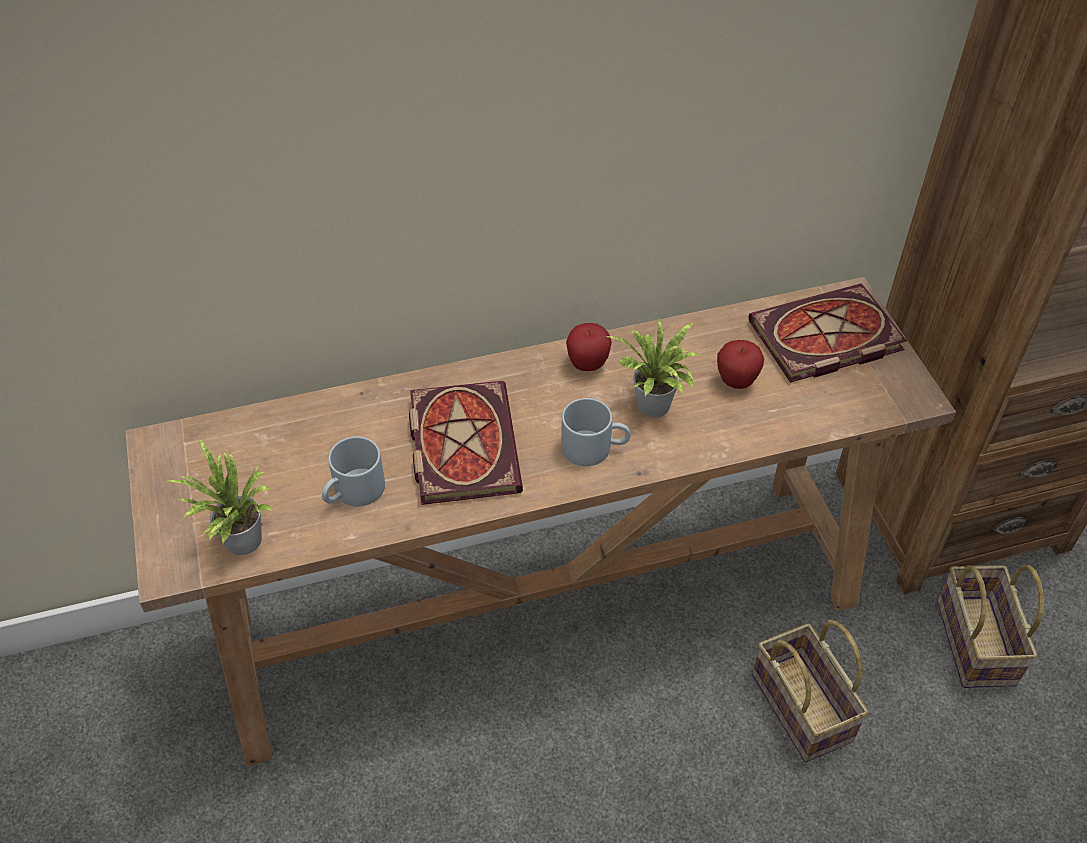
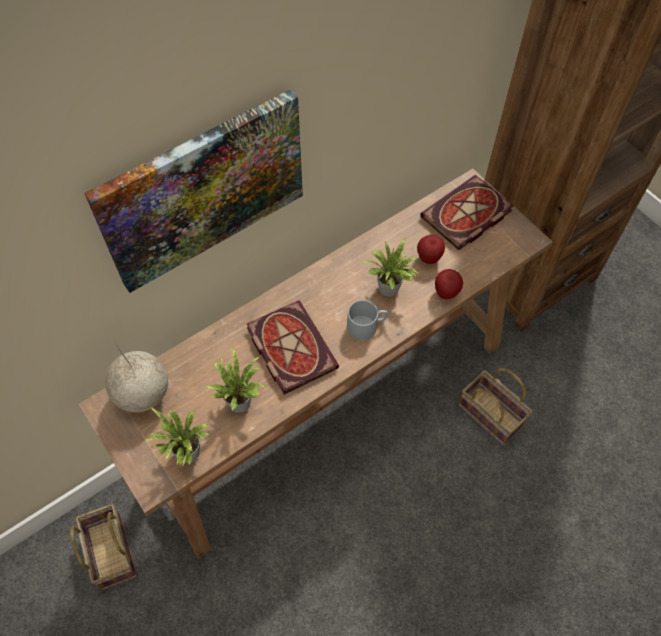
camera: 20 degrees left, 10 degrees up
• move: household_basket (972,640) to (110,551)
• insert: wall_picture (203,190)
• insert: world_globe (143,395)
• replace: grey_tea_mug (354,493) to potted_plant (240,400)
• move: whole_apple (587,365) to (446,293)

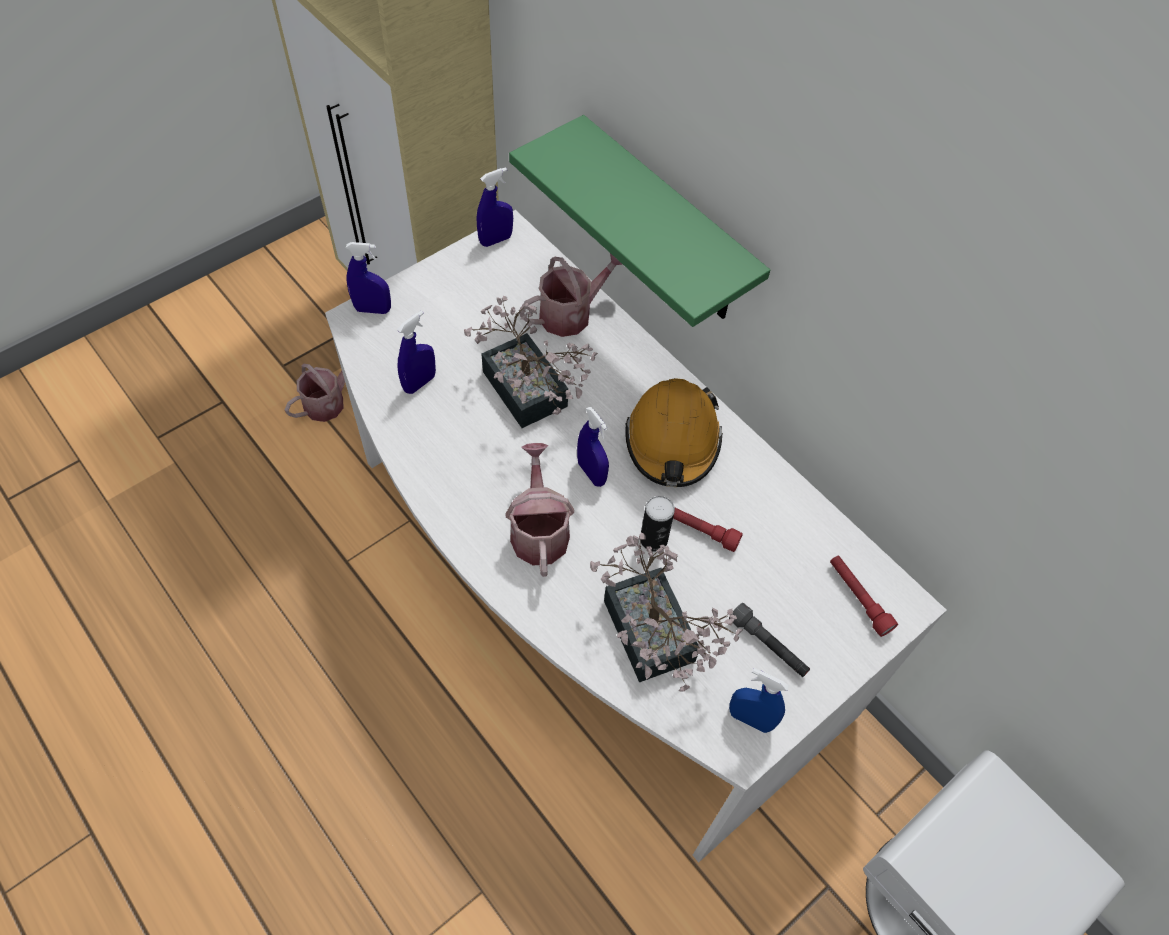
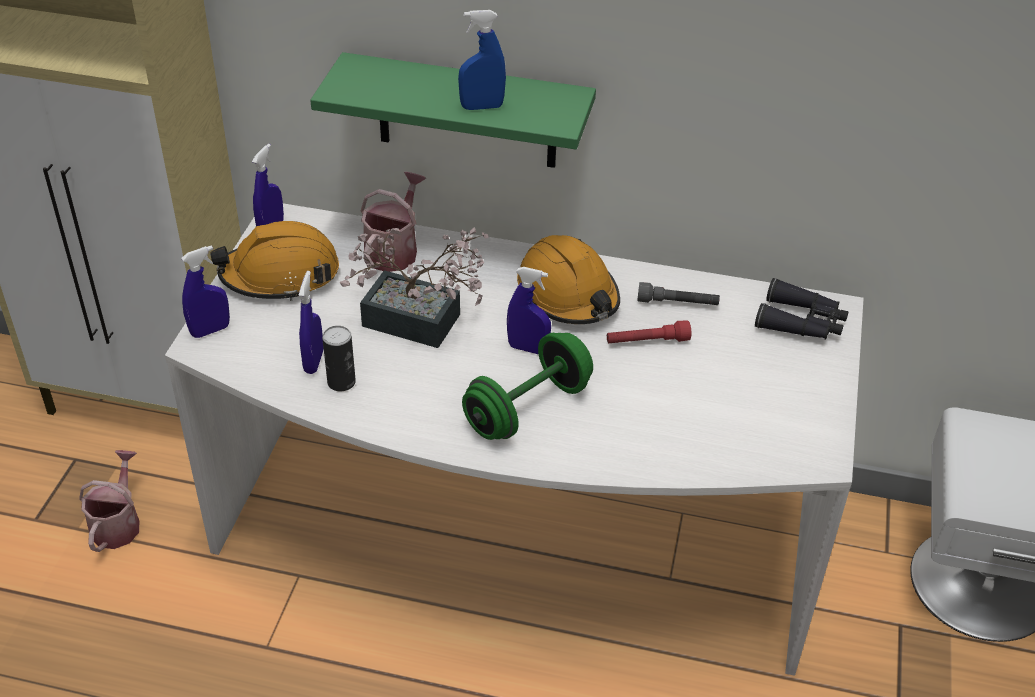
camera: 35 degrees left, 15 degrees down
• insert: orange-coloured_work_helmet (280,275)
• move: metal_can (653,539) to (341,382)
• move: blue-coloured_spray_bottle (750,719) to (482,107)
• replace: sprinkling_can (539,530) to green-coloured_dumbbell (527,408)
• move: grey_torch (768,645) to (677,303)
• replace: reddish_torch (858,598) to black-coloured_pair_of_binoculars (801,322)
• delete: potted_plant (652,643)

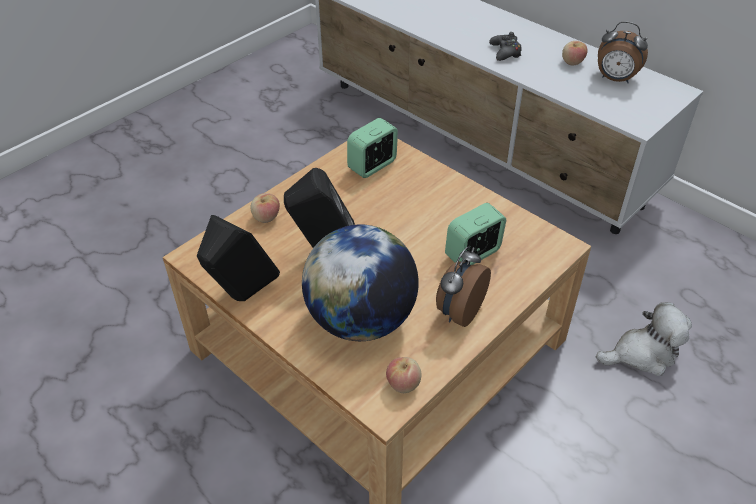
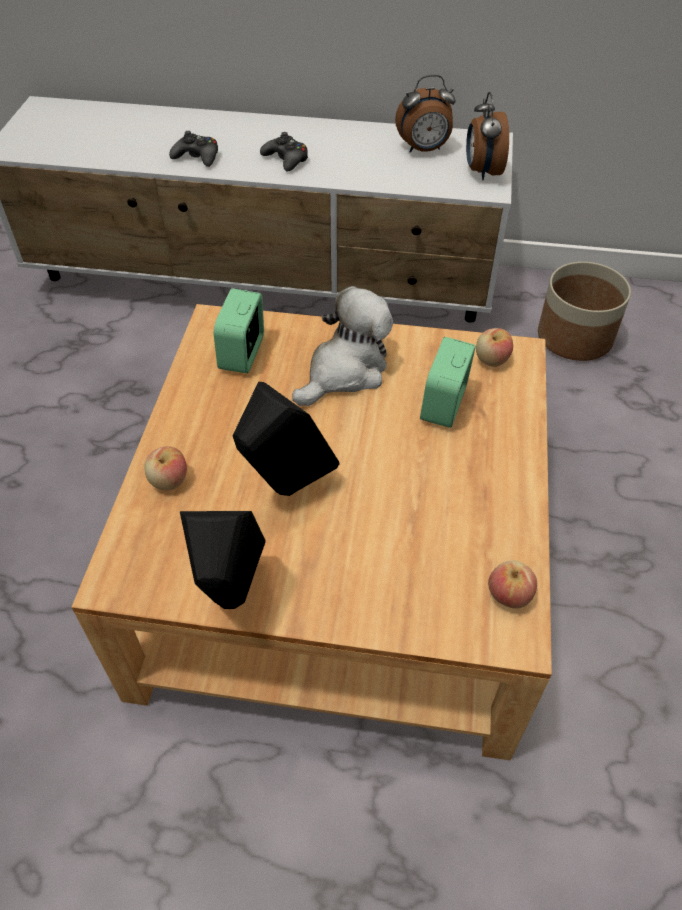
camera: 35 degrees left, 5 degrees up
• insert: black-coloured_gamepad (197,157)
• move: plush_toy (642,354) to (345,371)
• move: alarm_clock (459,311) to (482,171)
• move: whole_apple (572,62) to (491,360)
• insert: plant_pot (575,337)
• delete: world_globe (361,320)

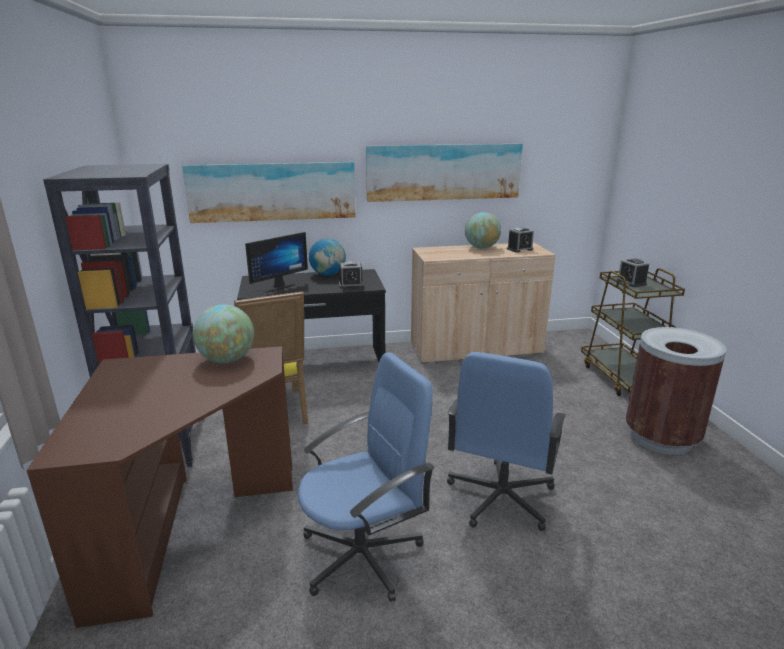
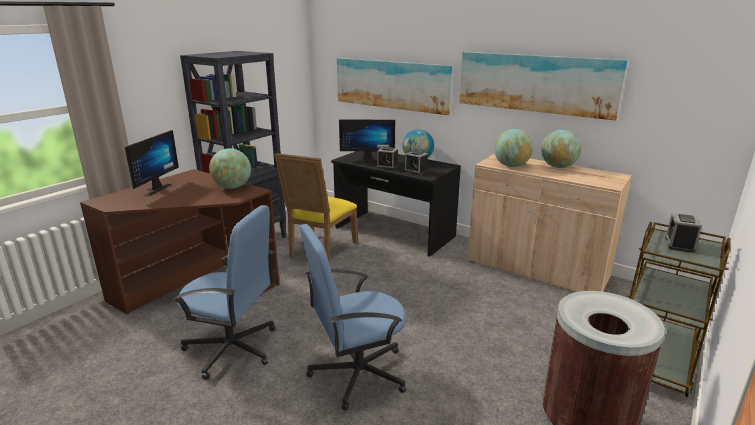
camera: 45 degrees right, 0 degrees up
• insert: computer_screen (153,189)
• move: alarm_clock (519,249) to (387,166)
• insert: world_globe (511,166)

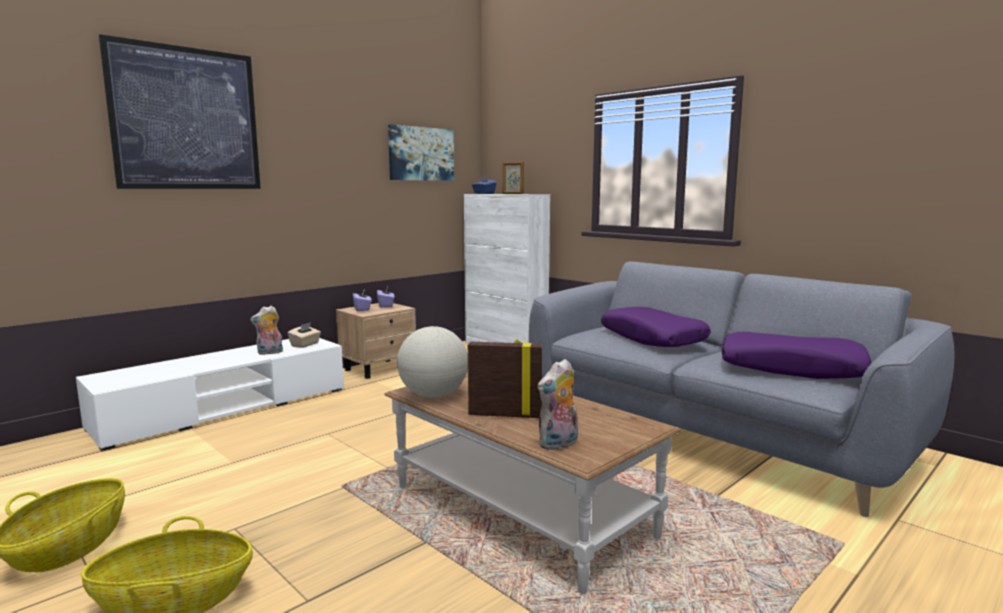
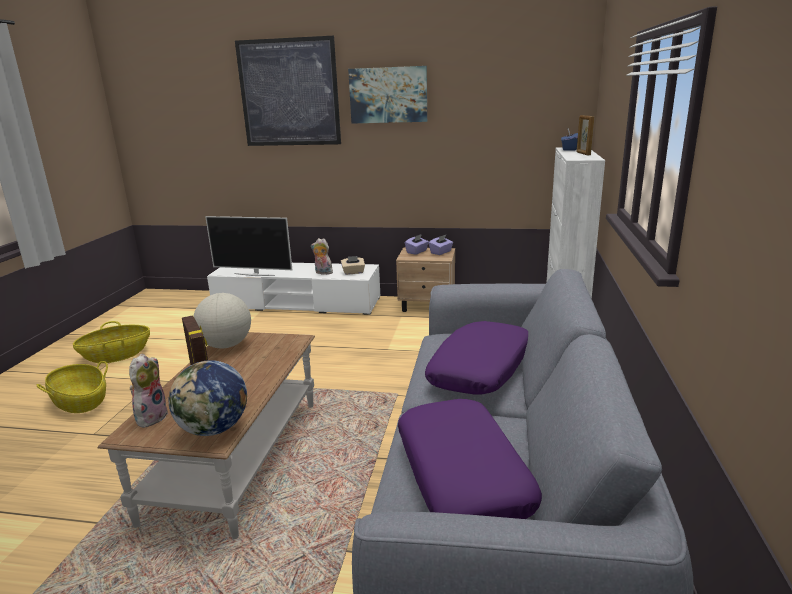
camera: 55 degrees right, 10 degrees up
• rotate: plush_toy (558,444) = (151,416) 90 degrees clockwise
• insert: world_globe (214,429)
• insert: TV_set (255,274)
• move: wall_picture (421,154) to (388,95)

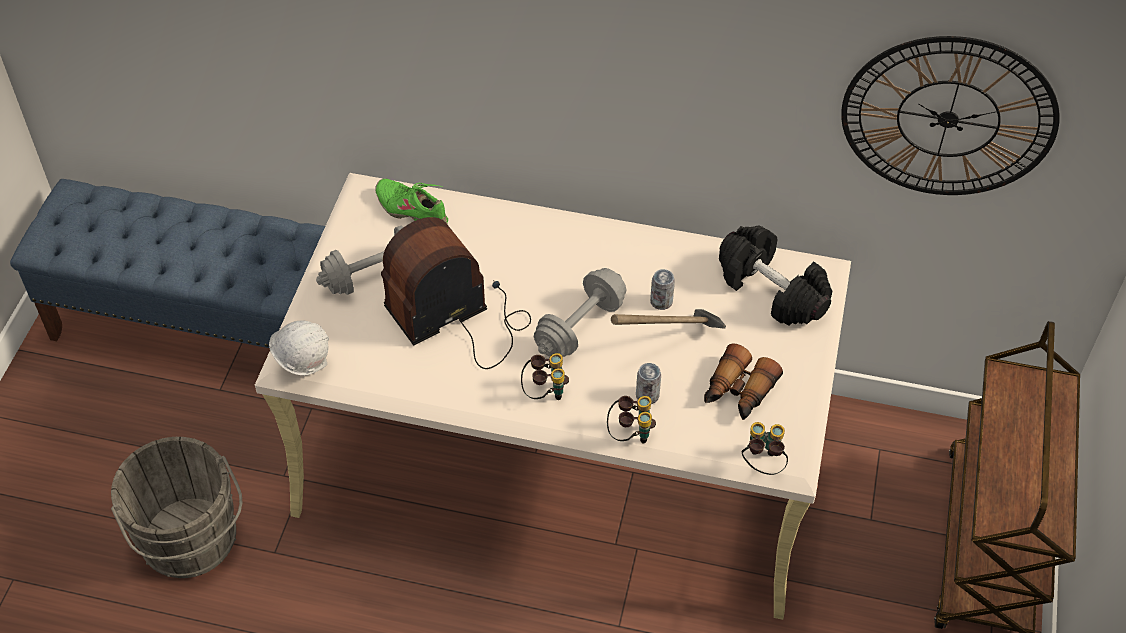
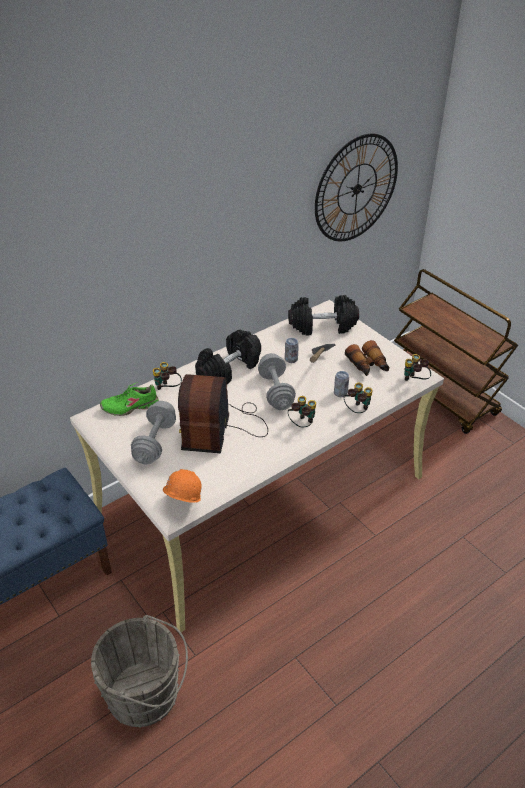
camera: 50 degrees left, 10 degrees down
• insert: pair_of_binoculars (167,389)
• recolor: whitish_work_helmet (303,366) to orange-coloured_work_helmet (182,504)
• insert: black-coloured_dumbbell (229,369)

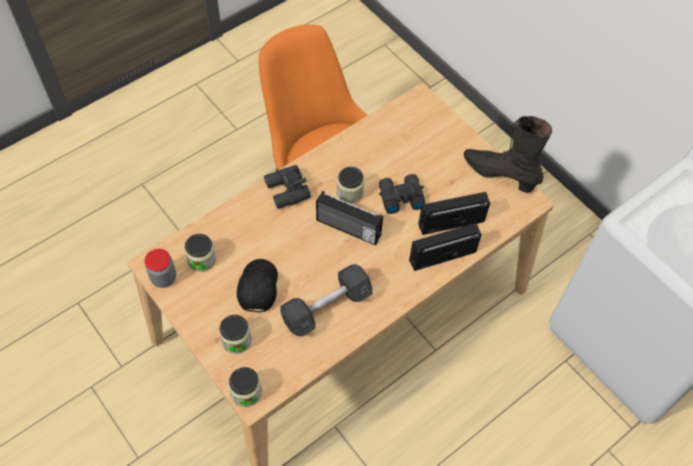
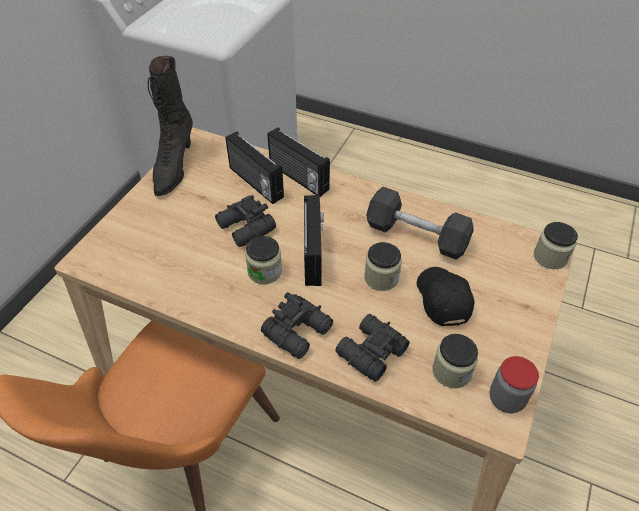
camera: 115 degrees left, 10 degrees down
• insert: black-coloured_pair_of_binoculars (369,352)
• move: preserve_jar (236,340) to (381,278)
• rotate: black-coloured_peaked_cap (257,288) = (442,299) 105 degrees clockwise

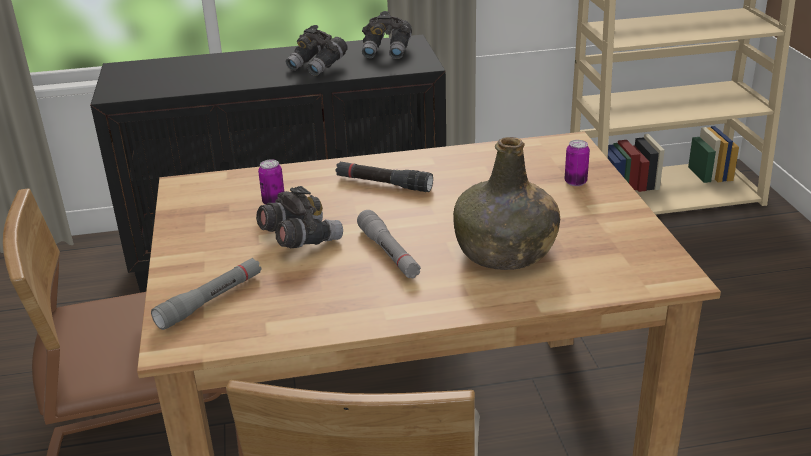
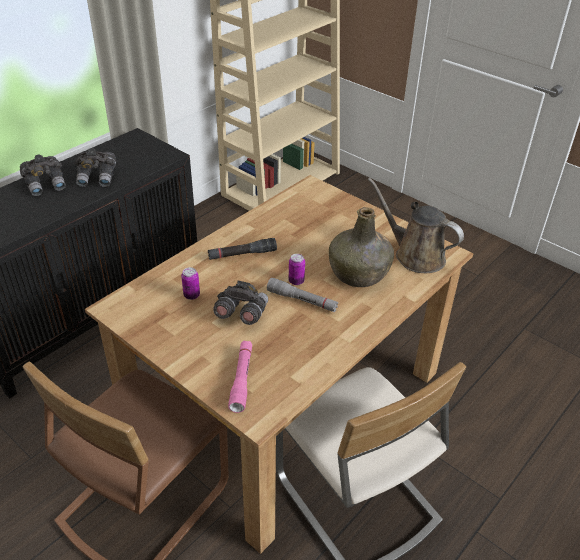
camera: 40 degrees left, 10 degrees up
• move: grey_pair_of_binoculars (387,51) to (46,184)
• recolor: grey_torch (211,300) to pinkish_torch (242,379)
• move: metal_can (575,182) to (296,281)
• insert: brown-coloured_sprinkling_can (415,255)

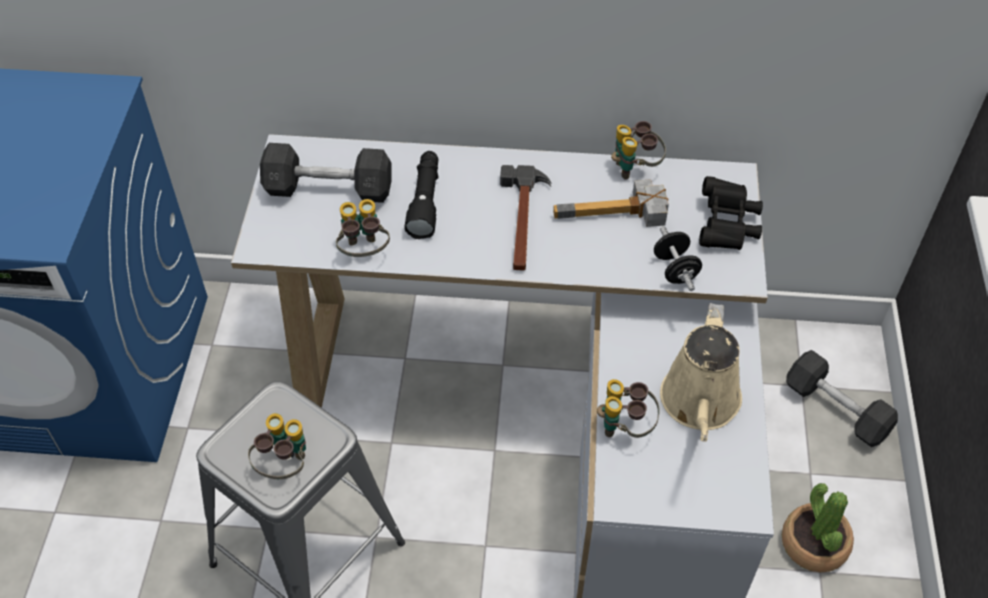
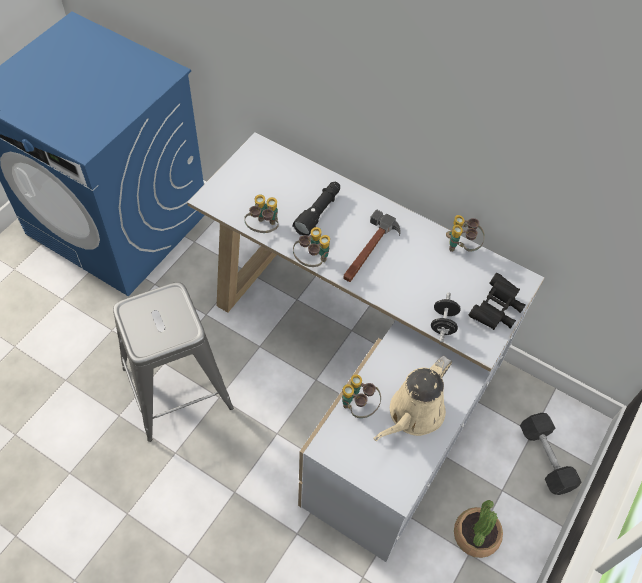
camera: 25 degrees right, 5 degrees up
• move: pair_of_binoculars (284,465) to (312,261)
• delete: grey_dumbbell (329,189)
• delete: tool_hammer (614,217)

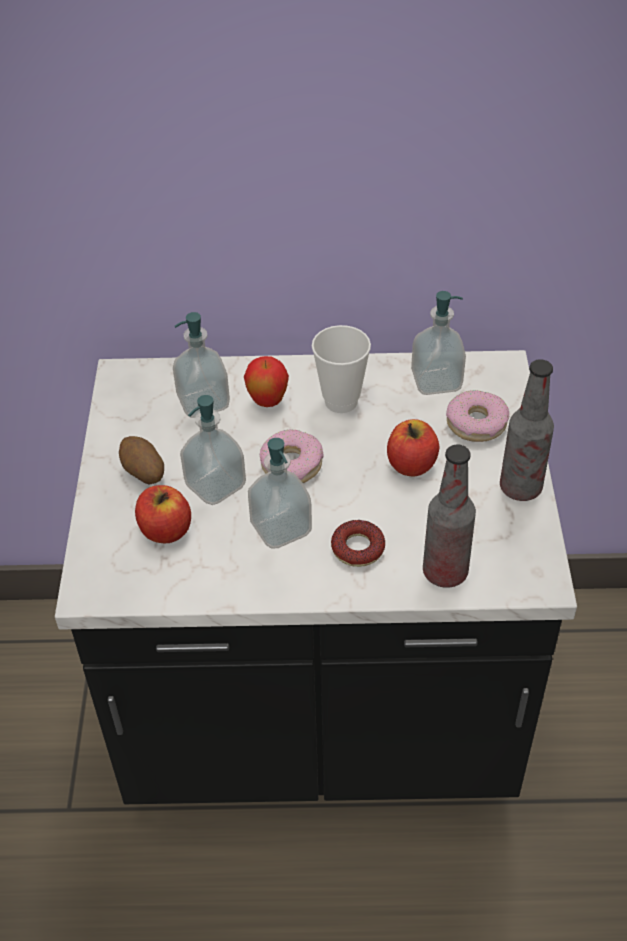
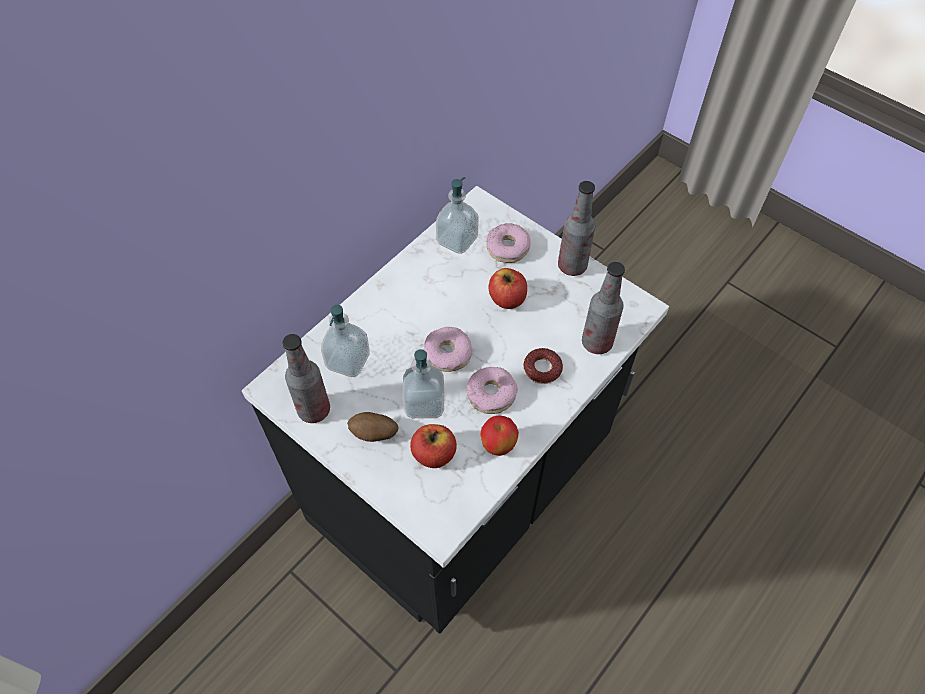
camera: 50 degrees left, 10 degrees up
• insert: drink_bottle (314,410)
• replace: liquid_soap_bottle (281,528) to doughnut (491,394)
• move: whole_apple (267,402) to (498,446)
• delete: small_cup (341,401)

